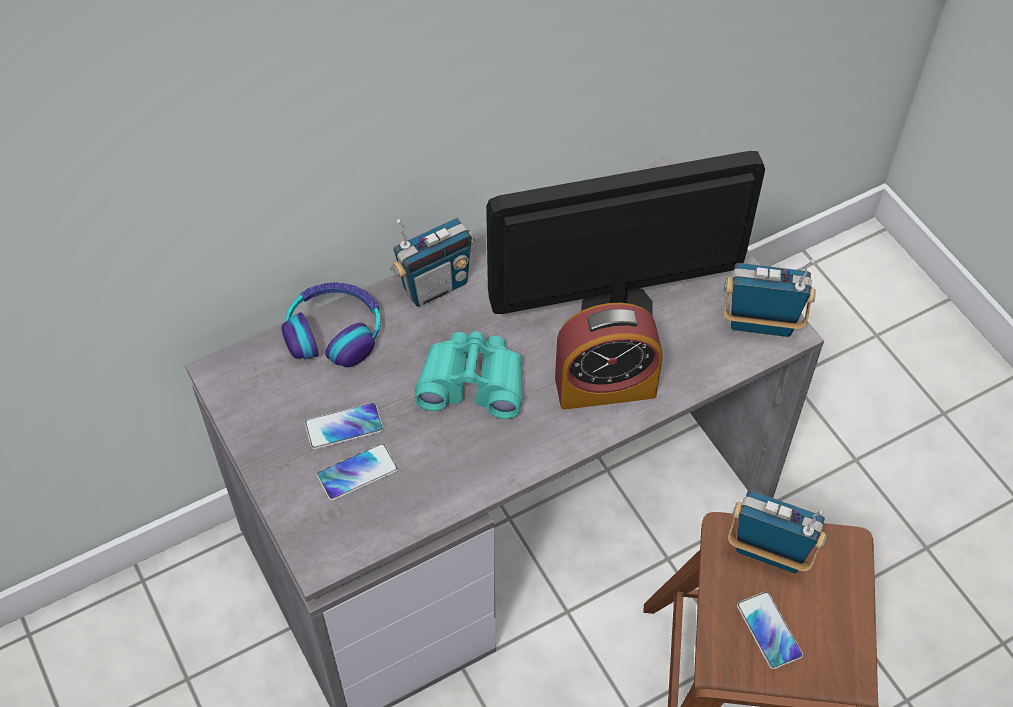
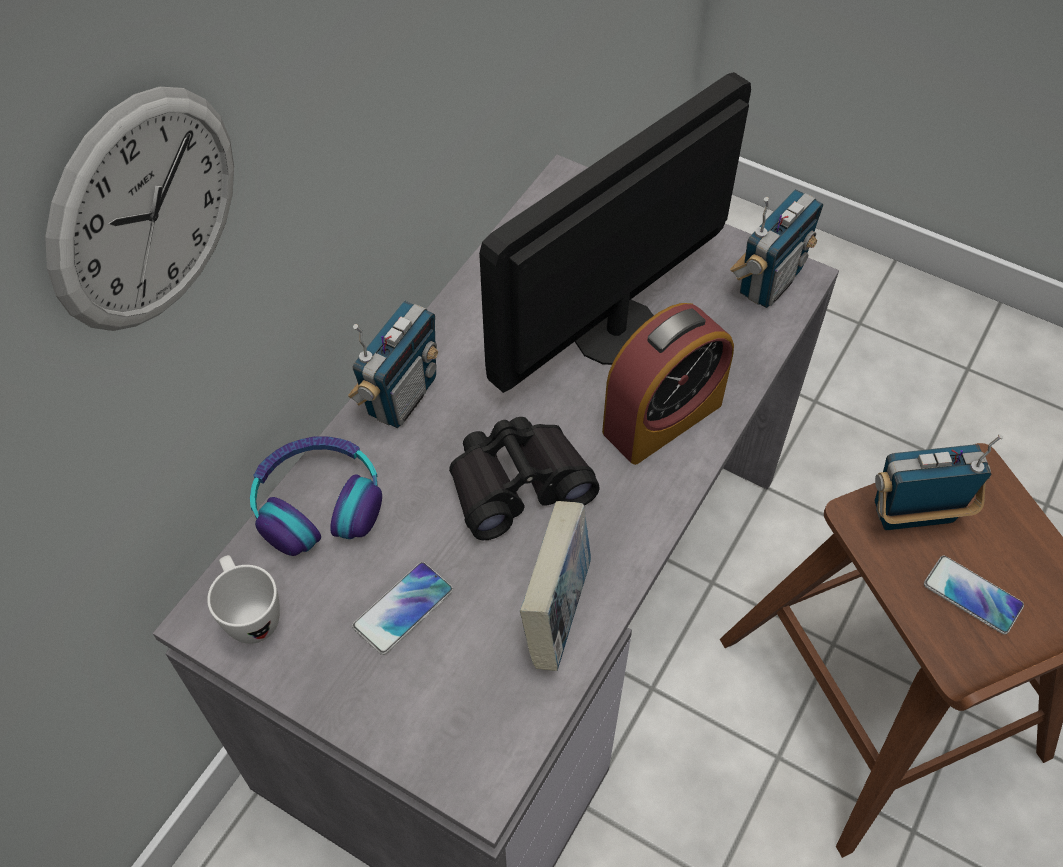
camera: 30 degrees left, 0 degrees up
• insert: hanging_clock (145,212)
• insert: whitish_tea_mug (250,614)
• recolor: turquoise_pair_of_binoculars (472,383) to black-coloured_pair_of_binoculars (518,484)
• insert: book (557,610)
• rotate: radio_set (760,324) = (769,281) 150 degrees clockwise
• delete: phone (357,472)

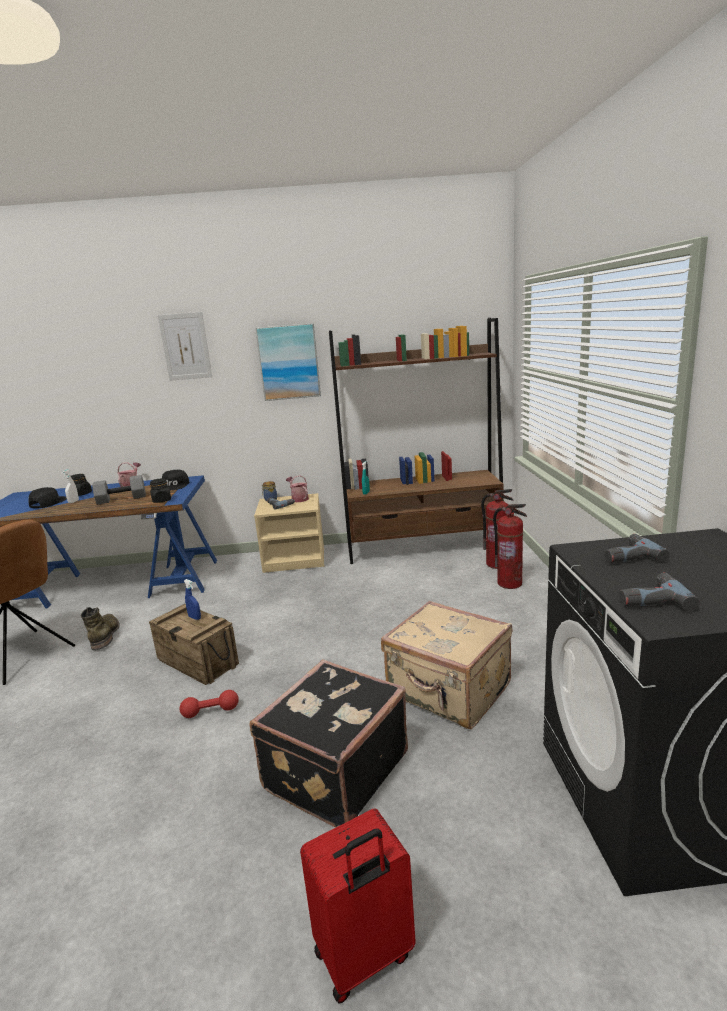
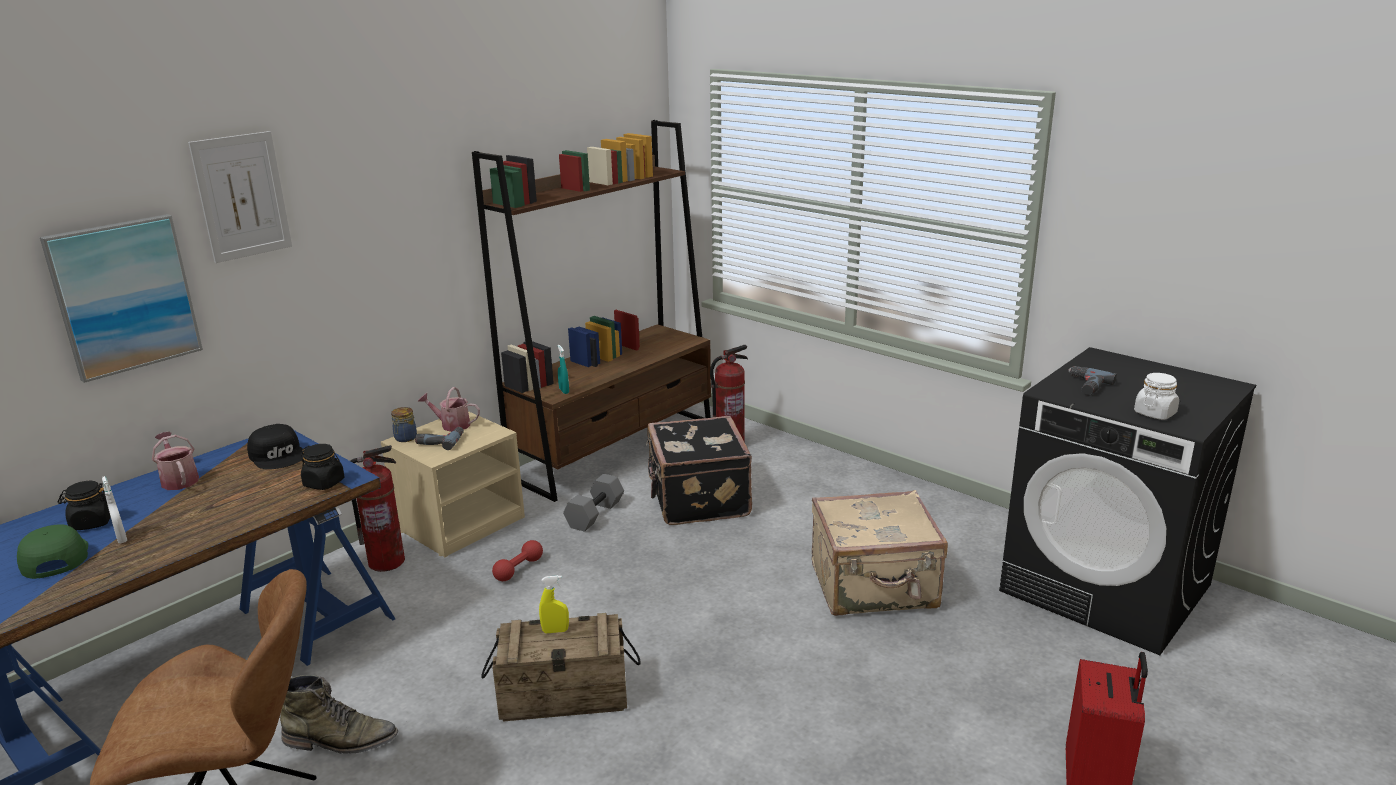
camera: 45 degrees left, 5 degrees up
• recolor: black-coloured_peaked_cap (47,502) to green-coloured_peaked_cap (53,558)
• move: wall_picture (289,362) to (124,296)
• rotate: green-coloured_boot (105,635) = (341,740) 150 degrees clockwise
• move: extinguisher (509,583) to (386,562)
• move: reddish_dumbbell (210,711) to (519,569)
• recolor: blue-coloured_spray_bottle (195,618) to yellowish_spray_bottle (555,631)
• move: grey_dumbbell (122,499) to (594,514)
• move: black-coloured_suitcase (334,770) to (697,499)
• replace: power_drill (650,598) to whitish_preserve_jar (1155,413)

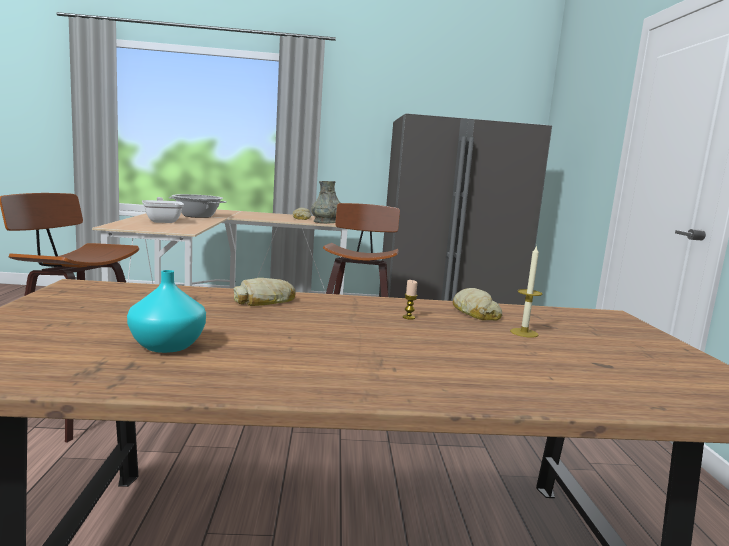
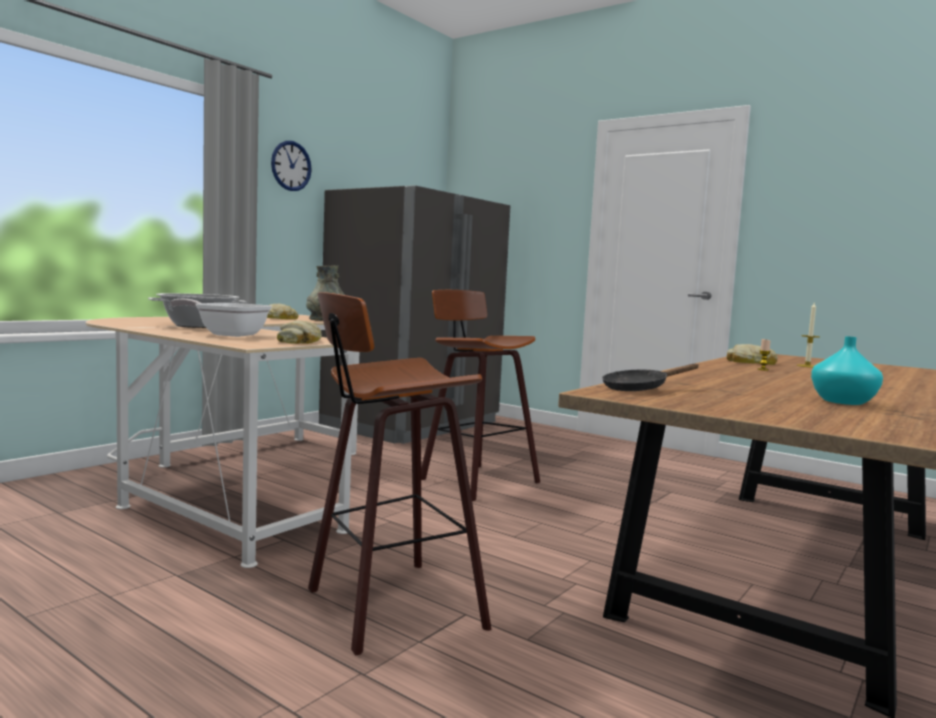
camera: 50 degrees left, 5 degrees down
• insert: hanging_clock (291,166)
• move: bakery_bread (265,301) to (302,341)
• insert: black-coloured_skillet (640,389)

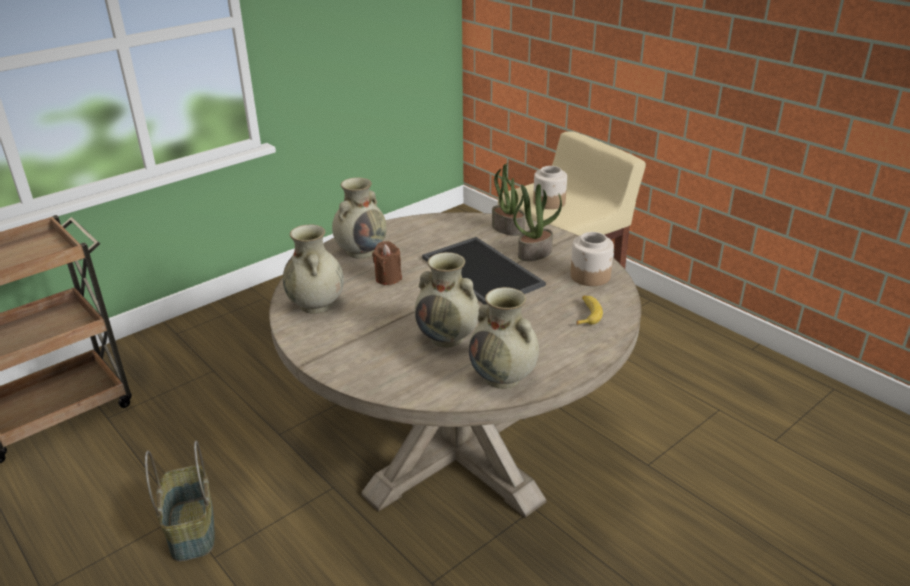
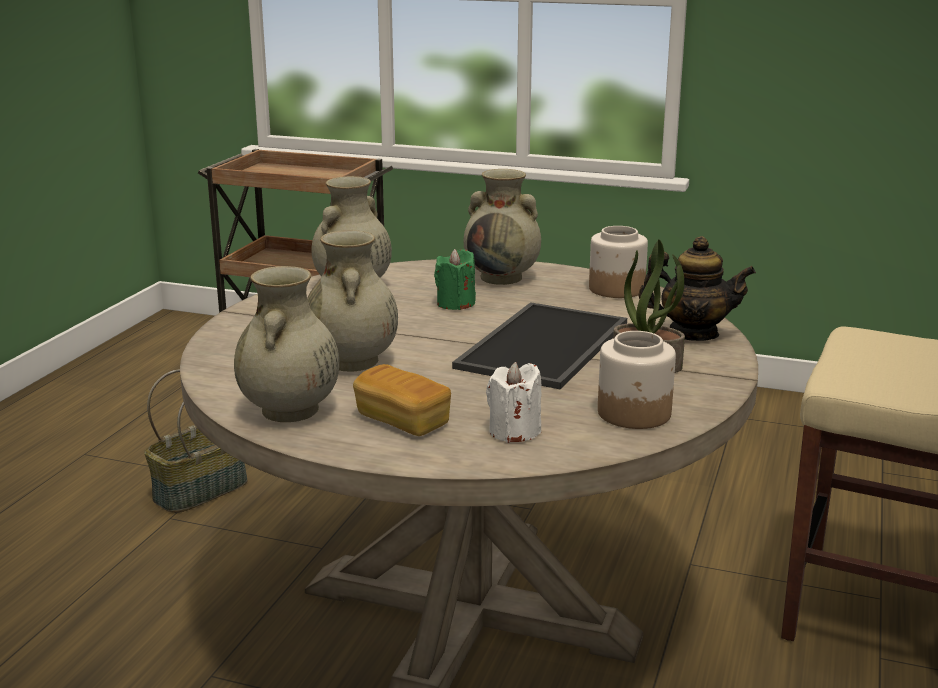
camera: 60 degrees right, 10 degrees down
• insert: bakery_bread (402,421)
• recolor: brown-coloured_wax_light (388,278) to green-coloured_wax_light (456,304)
• replace: banana (587,314) to whitish_wax_light (514,432)
• move: preserve_jar (549,202) to (616,289)
• replace: potted_plant (507,228) to pot_for_tea (692,334)

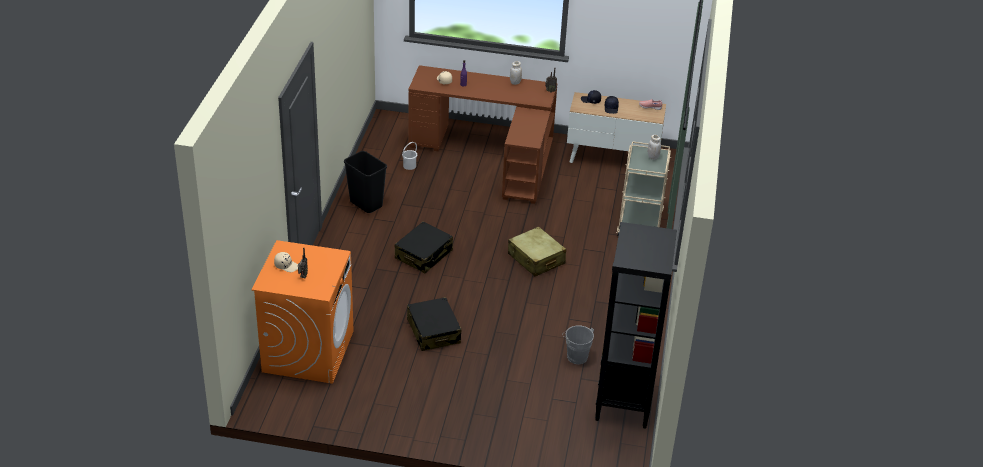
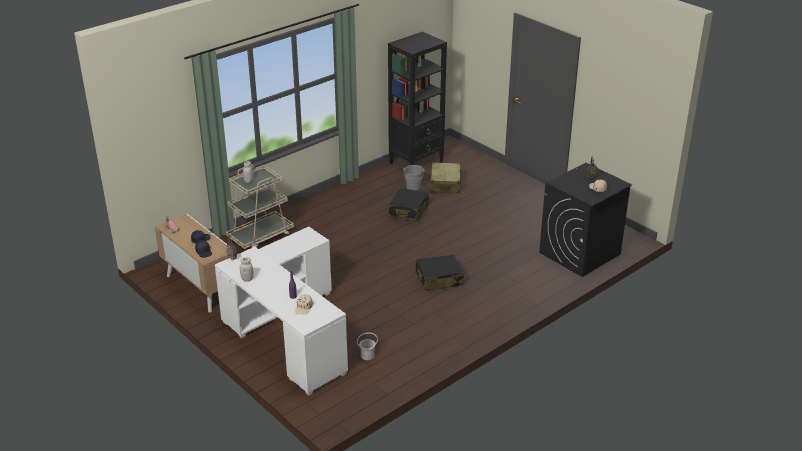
camera: 140 degrees left, 5 degrees down
• recolor: brown-coloured_desk_unit (492,155) to whitish_desk_unit (286,334)
• move: black-coloured_suitcase (433,331) to (408,211)
• move: beige_suitcase (536,259) to (445,184)
• recolor: orange-coloured_washing_machine (308,351) to black-coloured_washing_machine (579,253)
• delete: black-coloured_trash_can (365,204)

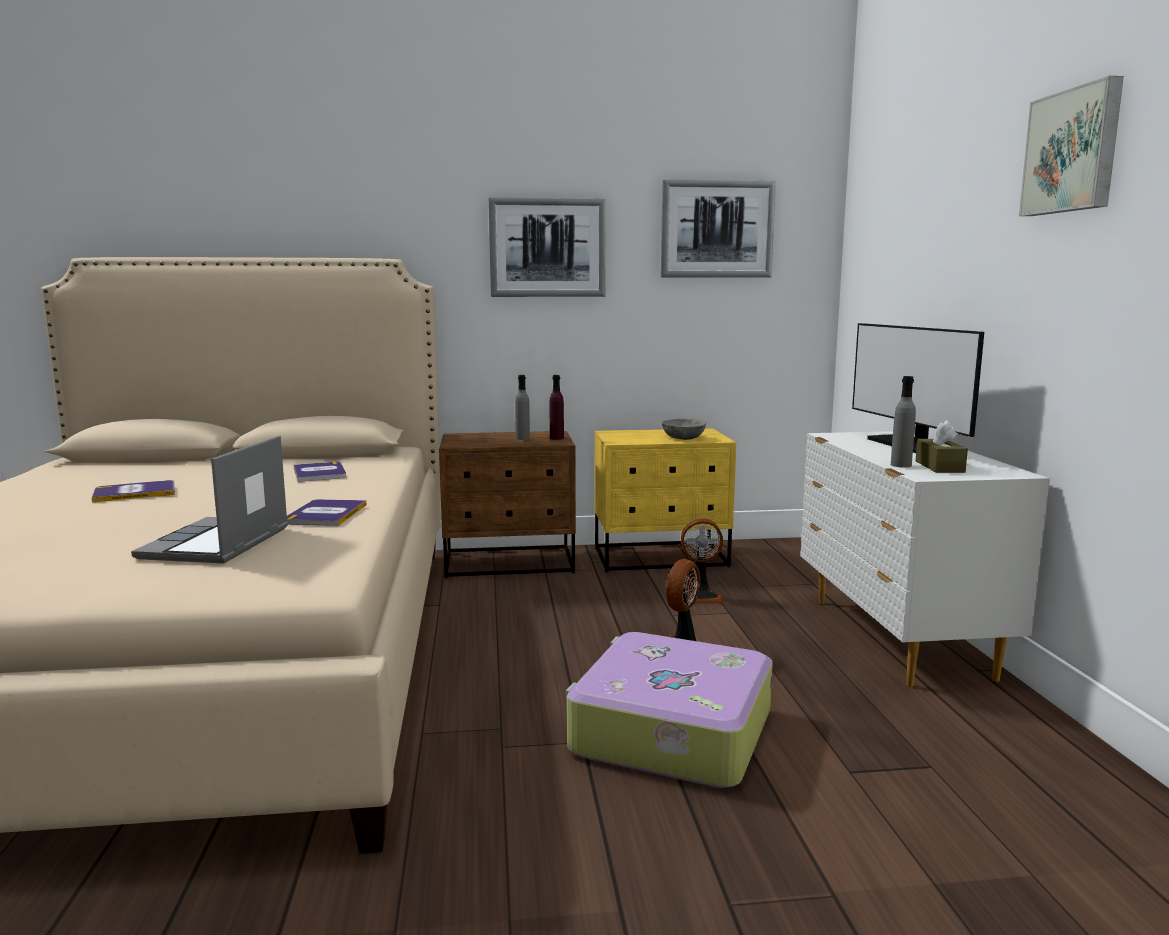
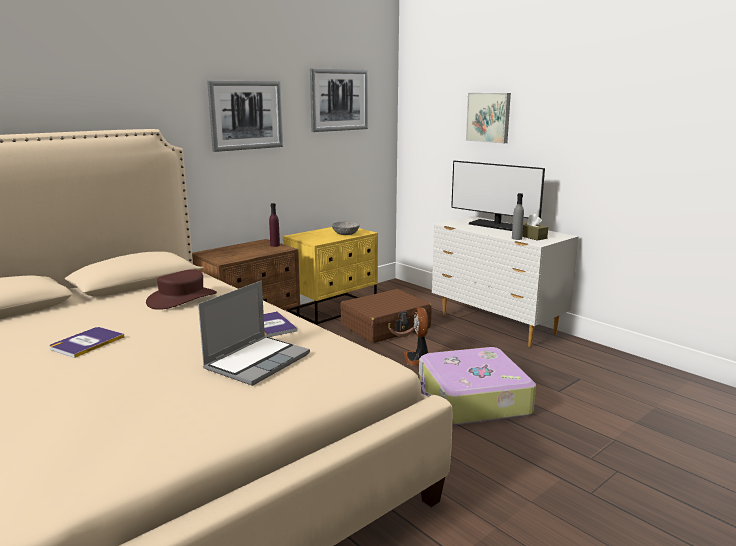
camera: 35 degrees left, 5 degrees up
• replace: book (319,473) to brown-coloured_wearable_hat (182,299)
• rotate: notebook_computer (217,544) = (257,361) 120 degrees counterclockwise
• replace: cooling_fan (700,597) to brown-coloured_suitcase (386,327)
• move: wall_picture (1073,151) to (489,117)
• delete: grey_drink_bottle (522,438)

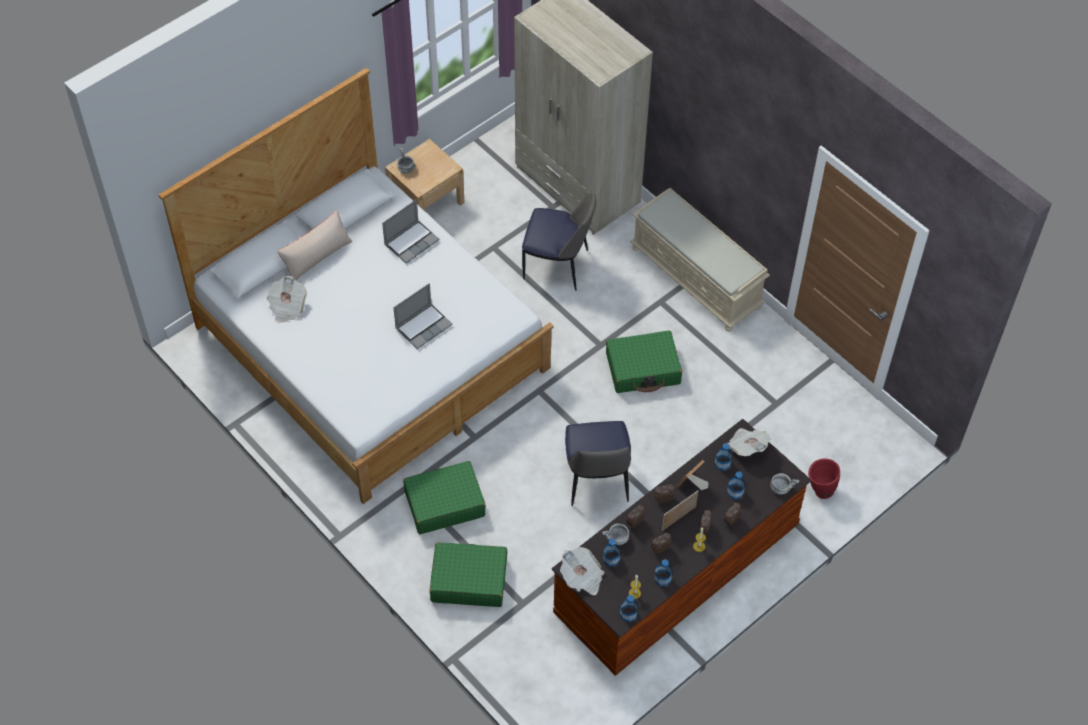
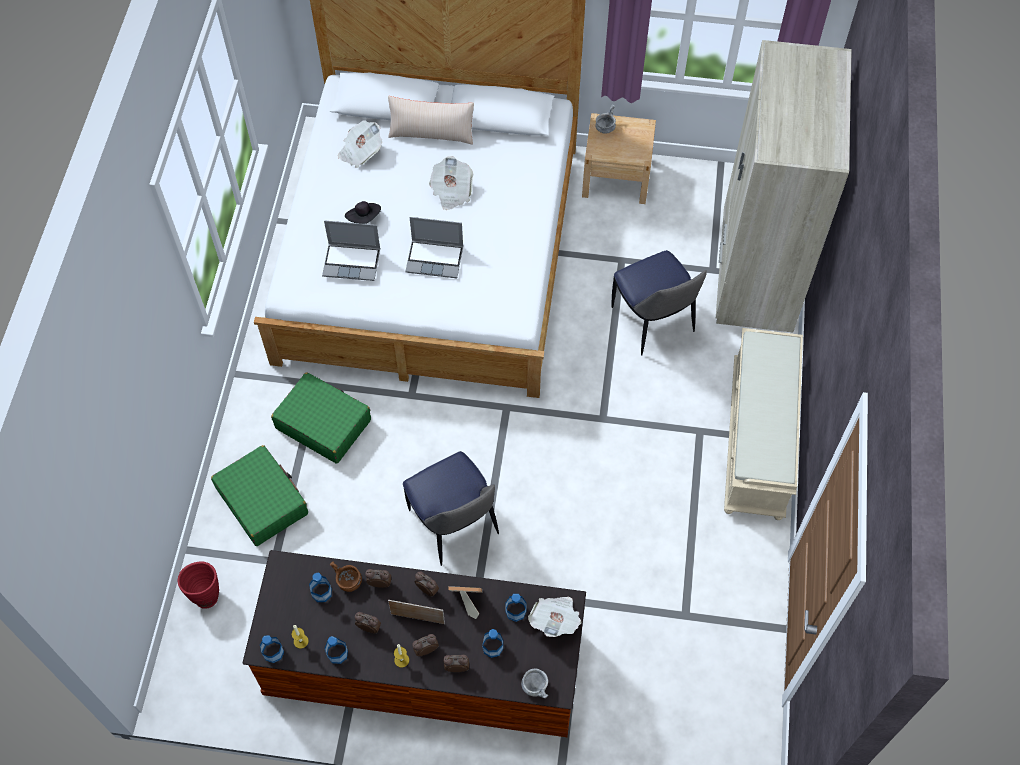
camera: 50 degrees right, 5 degrees up
• move: reddish_flower_vase (819,490) to (205,594)
• move: notebook_computer (411,242) to (352,262)
• recolor: grey_serving_bowl (617,539) to brown-coloured_serving_bowl (348,582)
• insert: black-coloured_wearable_hat (364,218)
• rotate: plain_chair (596,481) = (454,525) 75 degrees counterclockwise
• move: newspaper (582,577) to (451,191)
• delete: green-coloured_suitcase (643,369)

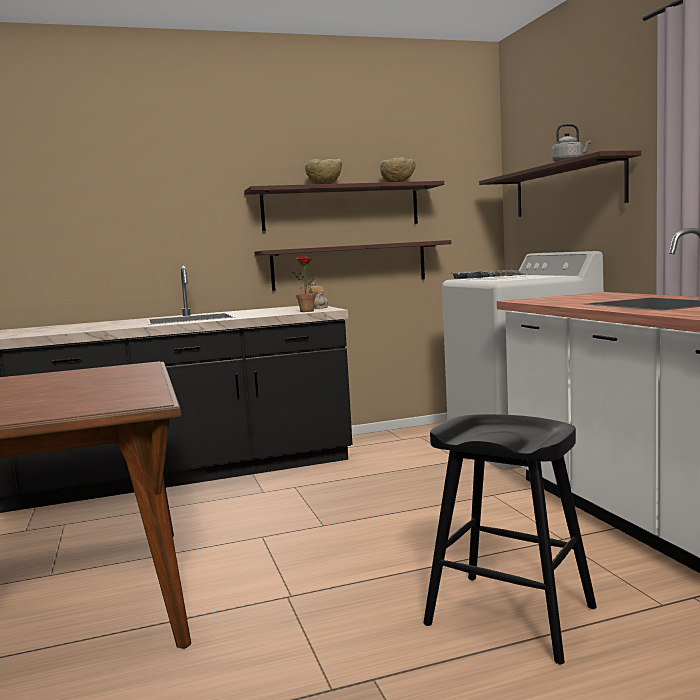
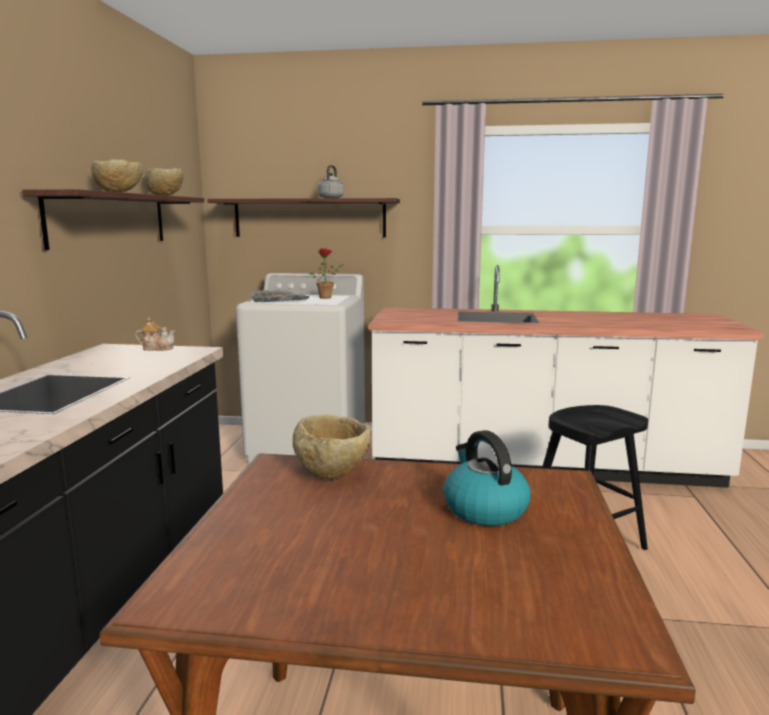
camera: 65 degrees left, 5 degrees up
• insert: beige_serving_bowl (333,473)
• move: potted_plant (310,311) to (327,297)
• insert: kettle (484,509)
• delete: wall_shelf (349,265)

